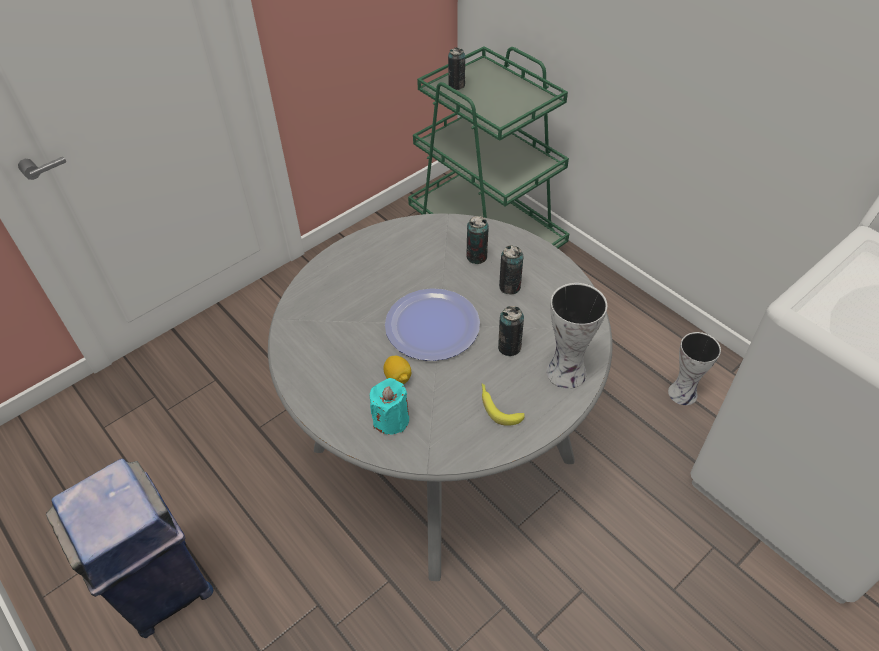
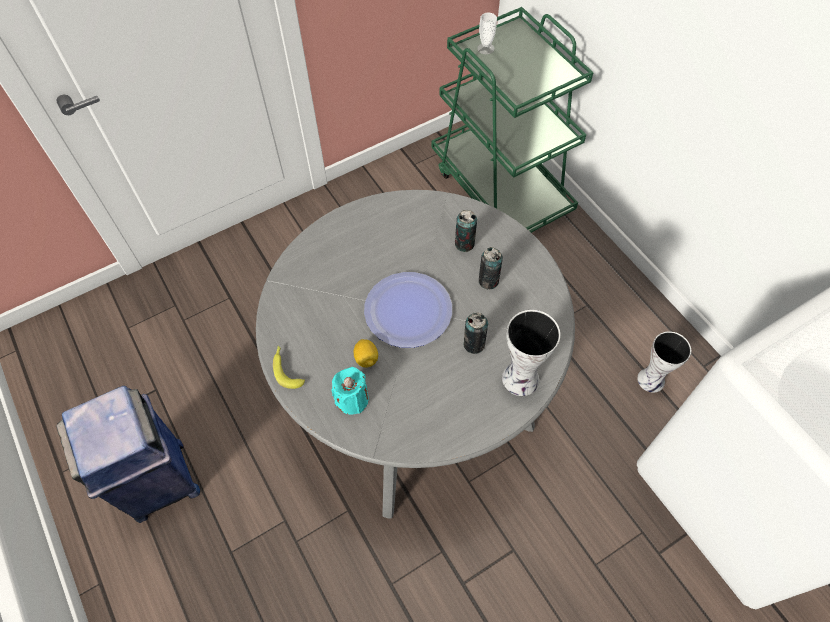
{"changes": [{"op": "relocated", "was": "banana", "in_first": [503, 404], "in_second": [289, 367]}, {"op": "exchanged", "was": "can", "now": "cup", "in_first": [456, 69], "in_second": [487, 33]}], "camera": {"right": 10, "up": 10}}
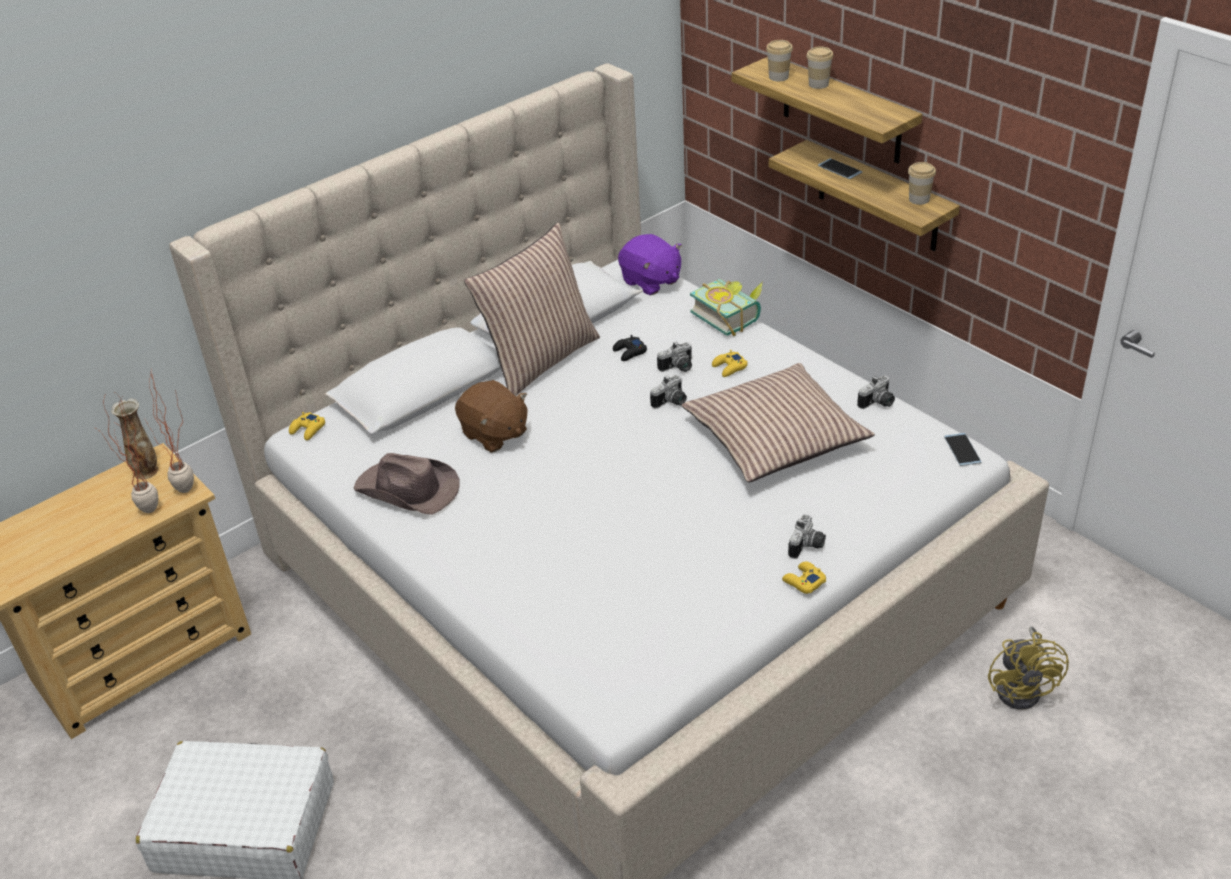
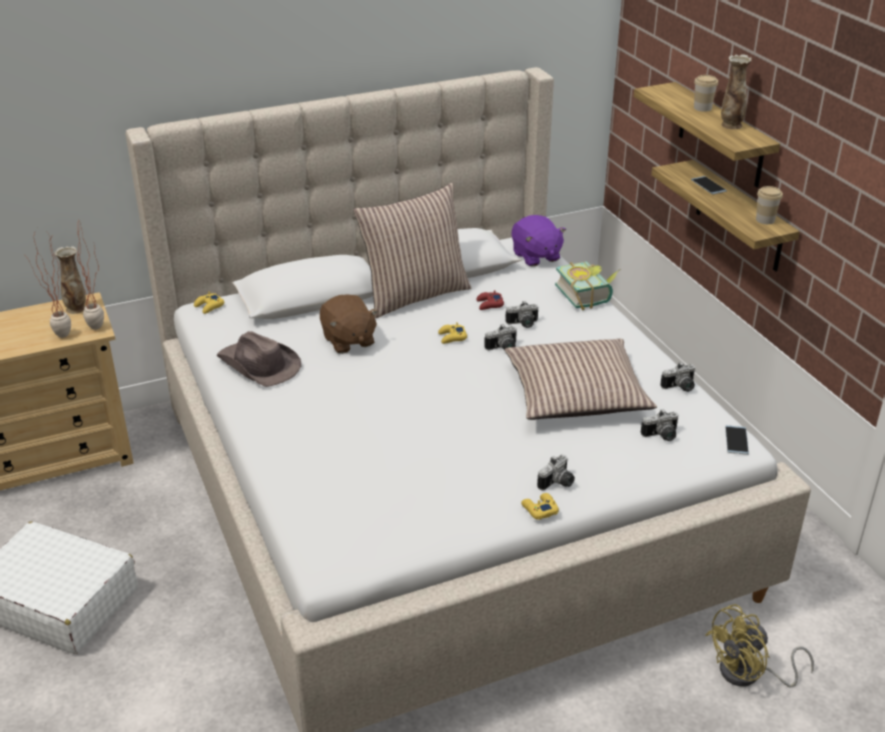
{"changes": [{"op": "relocated", "was": "yellow game controller", "in_first": [730, 363], "in_second": [452, 333]}, {"op": "colour", "was": "black game controller", "now": "red game controller", "in_first": [630, 348], "in_second": [490, 300]}, {"op": "appeared", "now": "photo camera", "in_second": [659, 425]}, {"op": "spun", "was": "yellow fan", "in_first": [1028, 668], "in_second": [759, 645], "clockwise": 45}, {"op": "appeared", "now": "vase", "in_second": [736, 91]}, {"op": "missing", "was": "cup", "in_first": [779, 60]}], "camera": {"right": 15, "up": -5}}
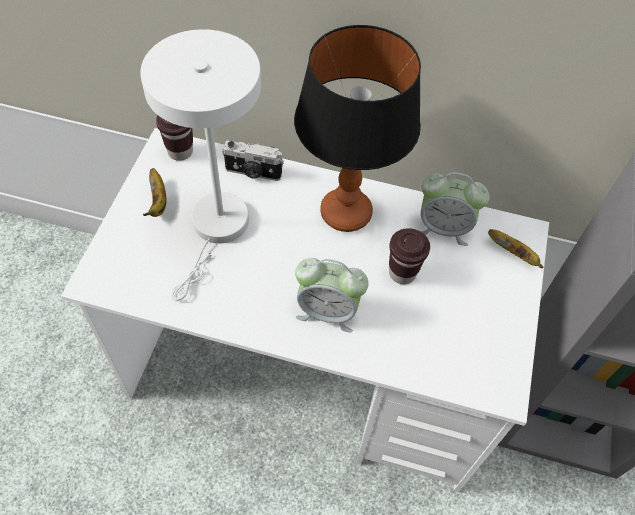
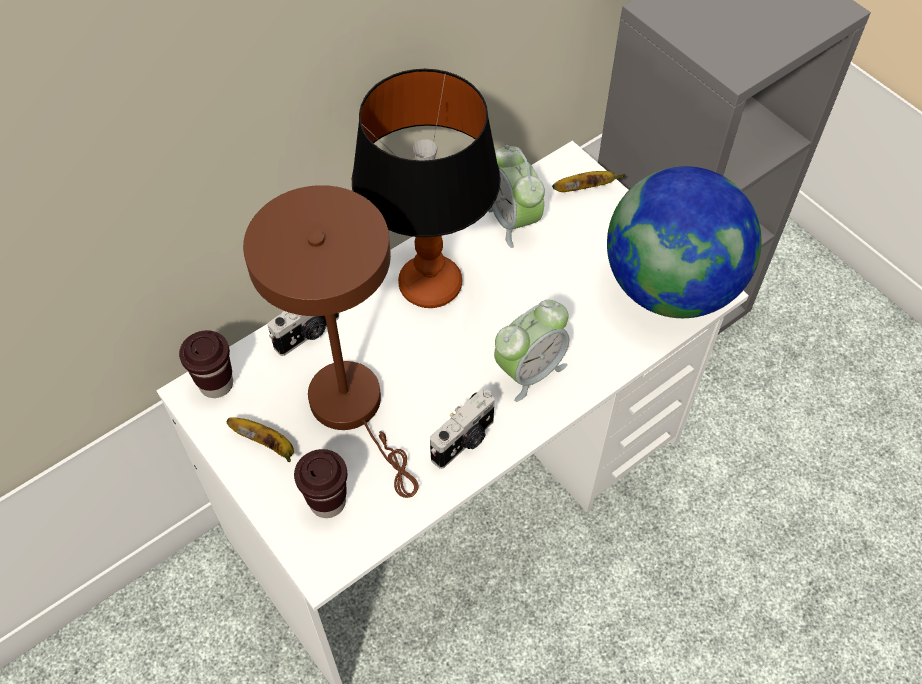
{"changes": [{"op": "colour", "was": "white table lamp", "now": "brown table lamp", "in_first": [200, 164], "in_second": [331, 341]}, {"op": "relocated", "was": "brown cup", "in_first": [409, 256], "in_second": [320, 483]}, {"op": "appeared", "now": "photo camera", "in_second": [462, 429]}, {"op": "spun", "was": "alarm clock", "in_first": [455, 209], "in_second": [516, 196], "clockwise": 105}, {"op": "appeared", "now": "globe", "in_second": [684, 242]}], "camera": {"right": -50, "up": 0}}
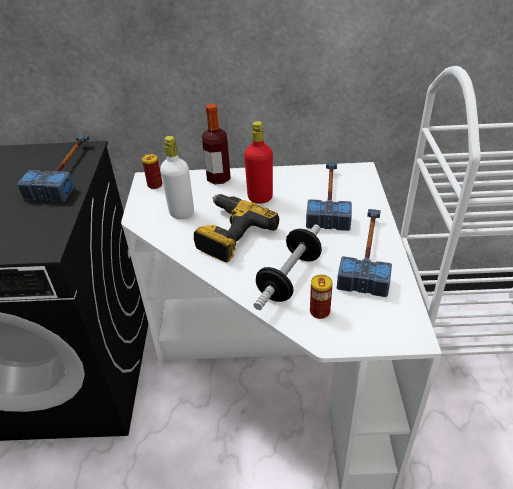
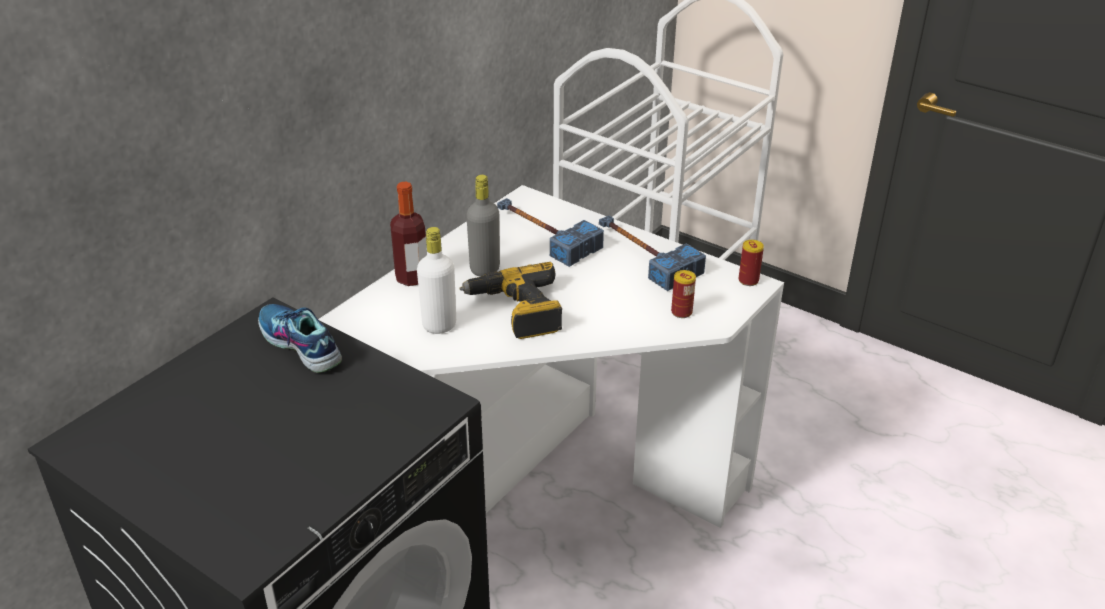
{"changes": [{"op": "exchanged", "was": "hammer", "now": "shoe", "in_first": [53, 168], "in_second": [300, 338]}, {"op": "colour", "was": "red bottle", "now": "grey bottle", "in_first": [258, 162], "in_second": [483, 226]}, {"op": "relocated", "was": "can", "in_first": [152, 171], "in_second": [751, 263]}, {"op": "missing", "was": "dumbbell", "in_first": [288, 267]}], "camera": {"right": -55, "up": -5}}
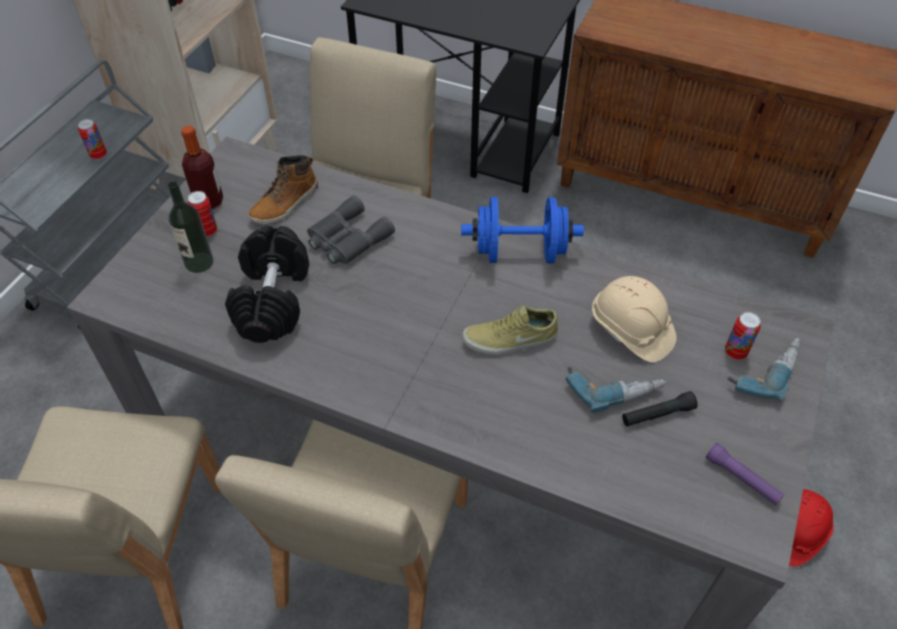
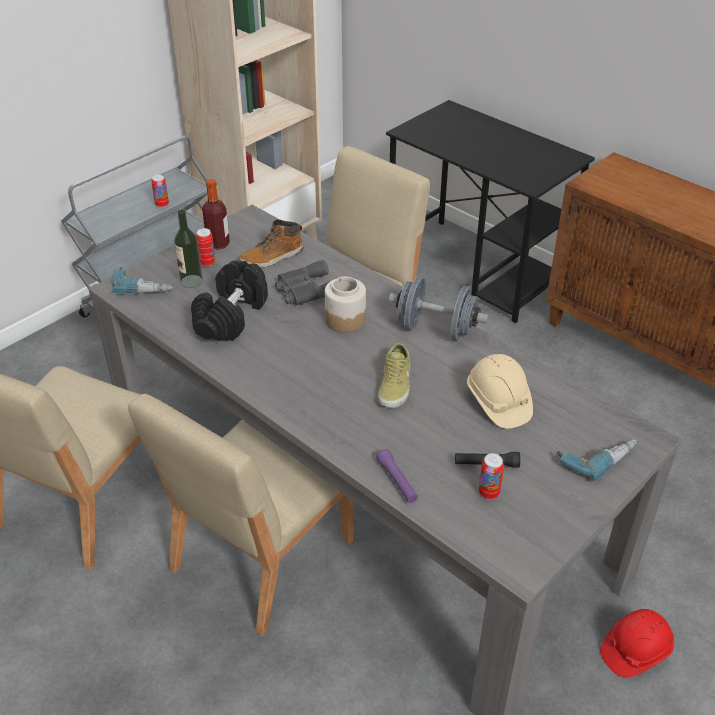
{"changes": [{"op": "relocated", "was": "power drill", "in_first": [616, 390], "in_second": [143, 280]}, {"op": "appeared", "now": "jar", "in_second": [345, 304]}, {"op": "relocated", "was": "purple flashlight", "in_first": [745, 474], "in_second": [397, 476]}, {"op": "spun", "was": "beige shoe", "in_first": [510, 330], "in_second": [394, 375], "clockwise": -90}, {"op": "colour", "was": "blue dumbbell", "now": "grey dumbbell", "in_first": [522, 230], "in_second": [439, 308]}, {"op": "relocated", "was": "can", "in_first": [743, 336], "in_second": [491, 476]}], "camera": {"right": 20, "up": -10}}
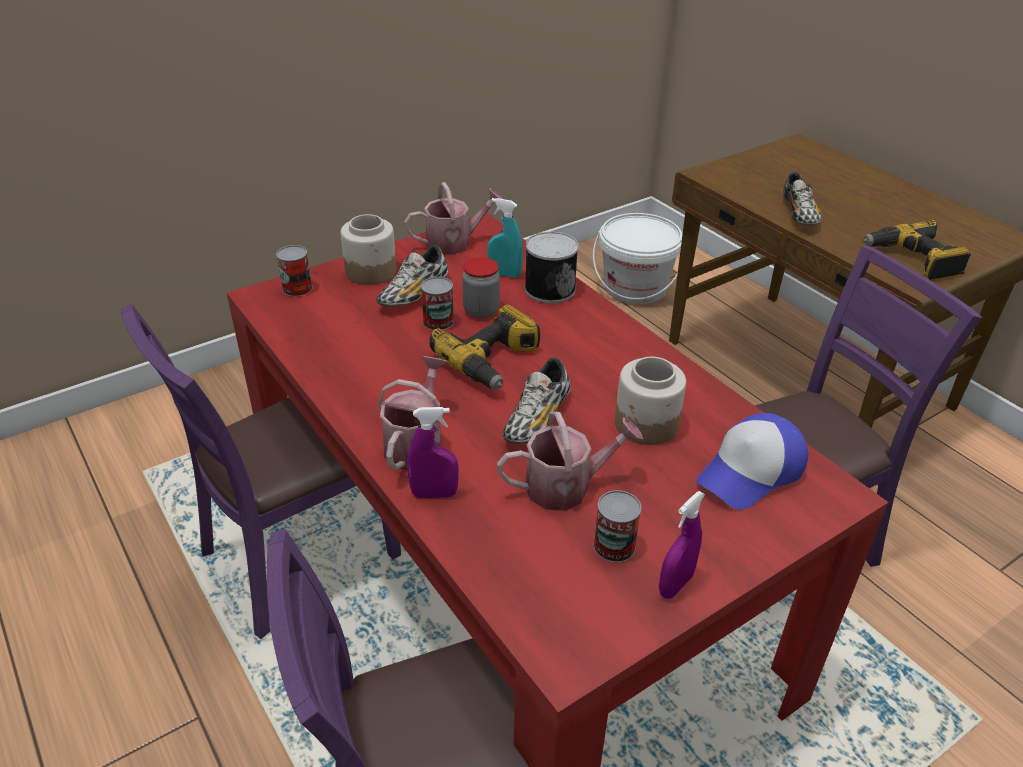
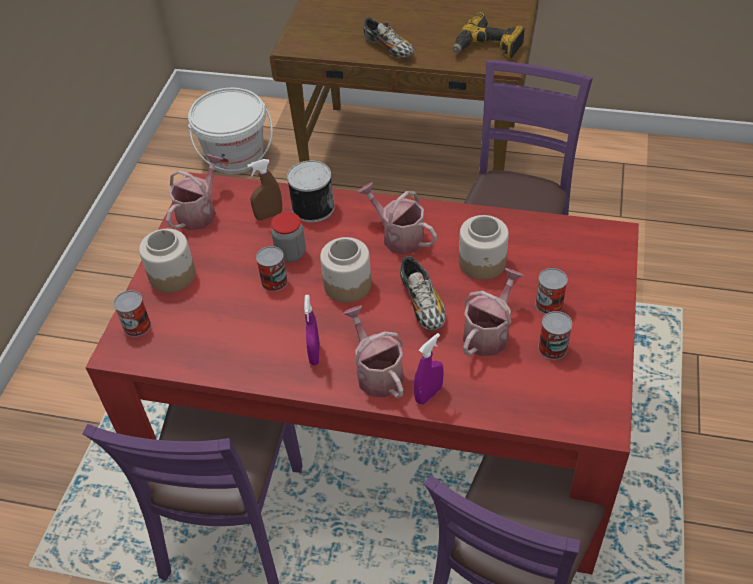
{"changes": [{"op": "colour", "was": "turquoise spray bottle", "now": "brown spray bottle", "in_first": [505, 238], "in_second": [264, 189]}, {"op": "relocated", "was": "purple spray bottle", "in_first": [682, 545], "in_second": [312, 330]}, {"op": "exchanged", "was": "power drill", "now": "jar", "in_first": [484, 347], "in_second": [345, 270]}, {"op": "appeared", "now": "watering can", "in_second": [397, 218]}, {"op": "appeared", "now": "can", "in_second": [551, 291]}, {"op": "missing", "was": "shoe", "in_first": [412, 276]}, {"op": "missing", "was": "cap", "in_first": [752, 461]}], "camera": {"right": -40, "up": 10}}
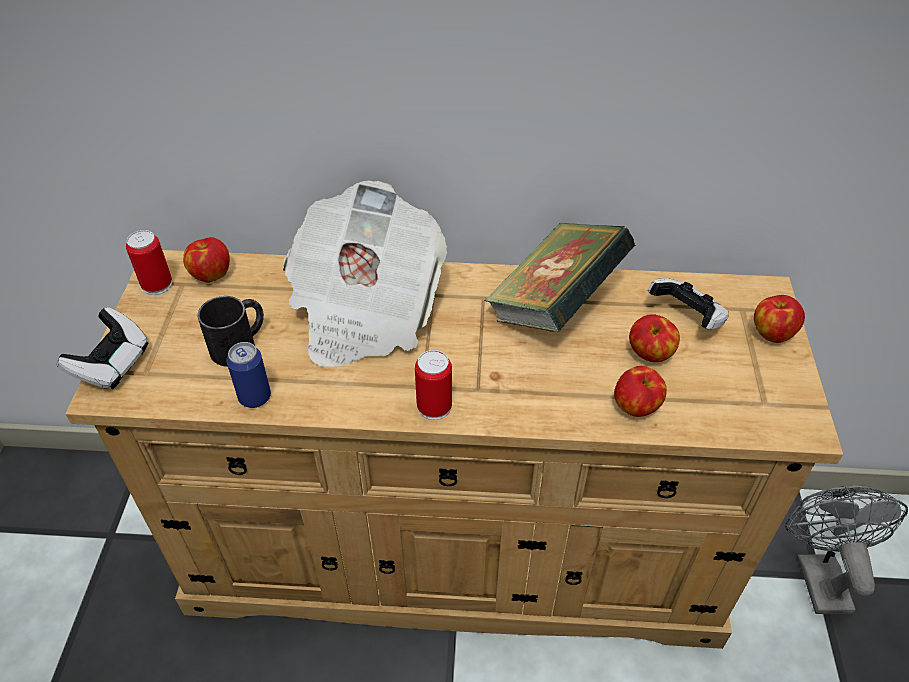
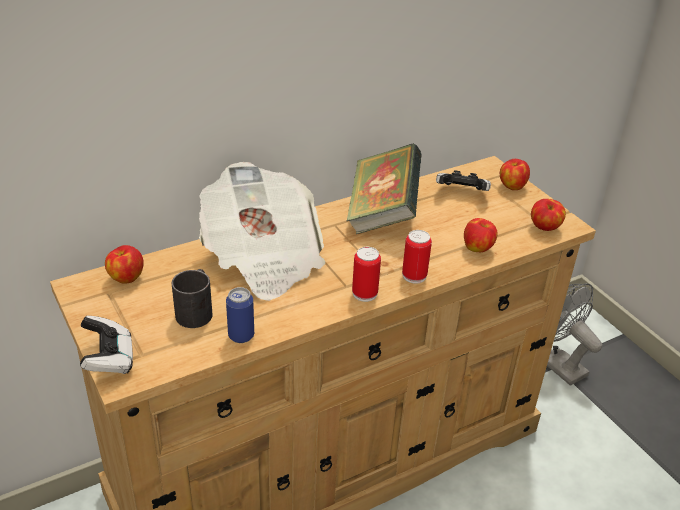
{"changes": [{"op": "relocated", "was": "can", "in_first": [149, 262], "in_second": [417, 256]}, {"op": "relocated", "was": "apple", "in_first": [654, 338], "in_second": [548, 215]}], "camera": {"right": -35, "up": -10}}
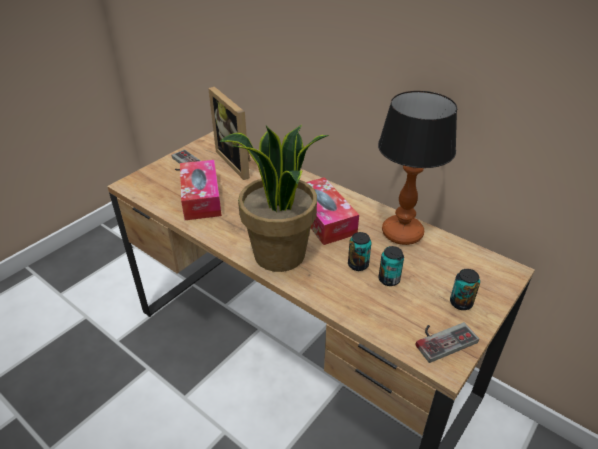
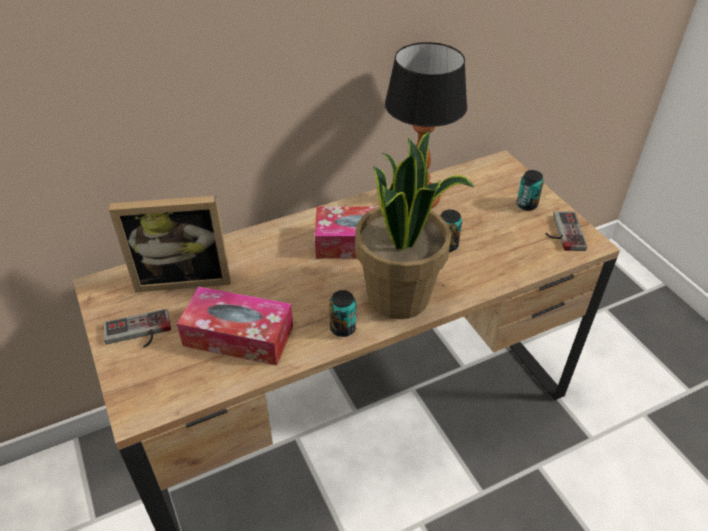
{"changes": [{"op": "relocated", "was": "can", "in_first": [391, 266], "in_second": [342, 313]}], "camera": {"right": -65, "up": 5}}
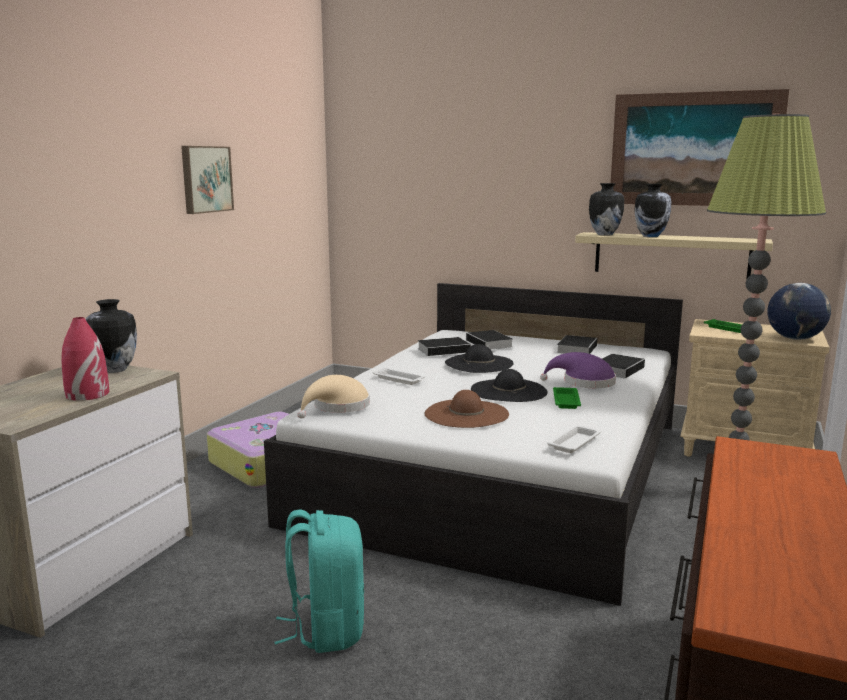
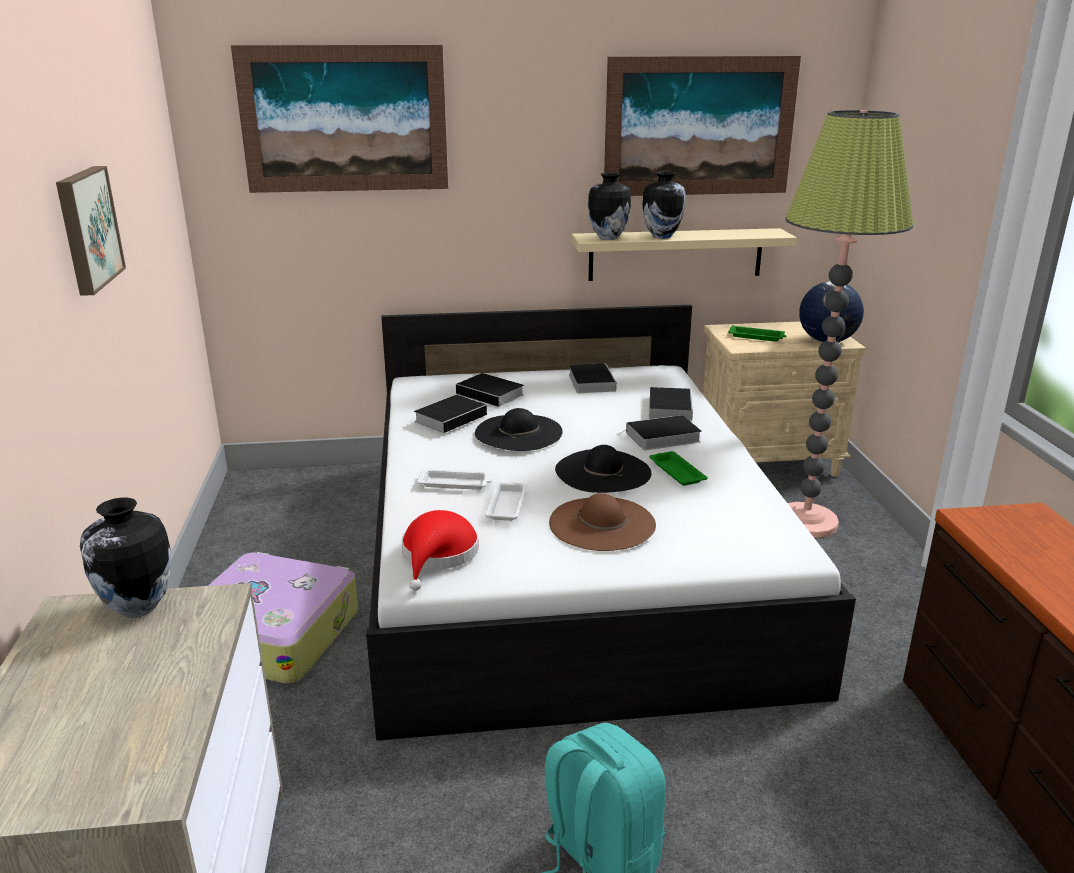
{"changes": [{"op": "appeared", "now": "picture", "in_second": [339, 119]}, {"op": "colour", "was": "beige hat", "now": "red hat", "in_first": [333, 397], "in_second": [440, 550]}, {"op": "relocated", "was": "white tray", "in_first": [574, 439], "in_second": [506, 501]}, {"op": "exchanged", "was": "purple hat", "now": "book", "in_first": [578, 370], "in_second": [659, 432]}, {"op": "missing", "was": "red vase", "in_first": [85, 359]}], "camera": {"right": -30, "up": 10}}
